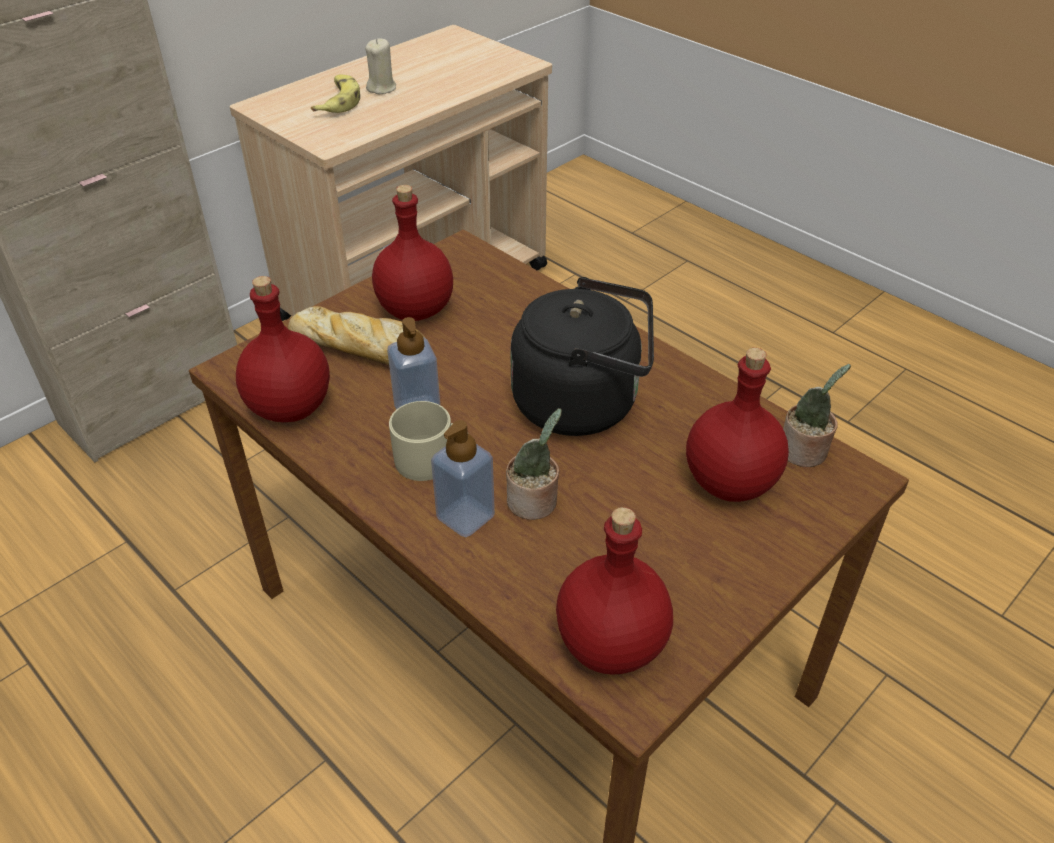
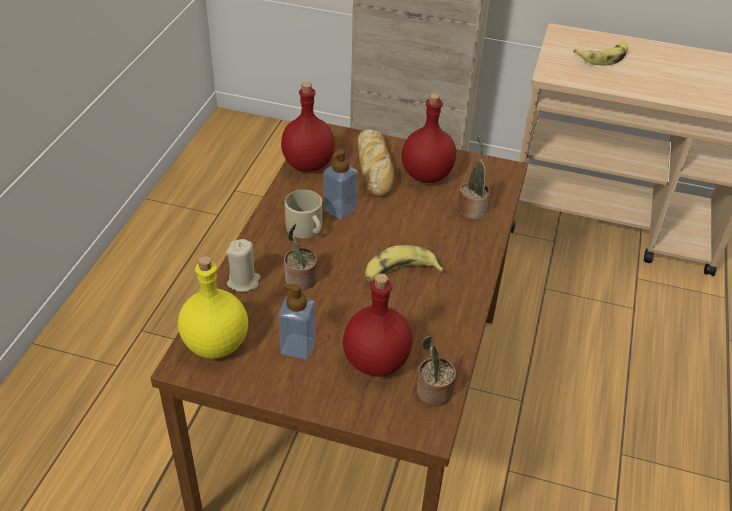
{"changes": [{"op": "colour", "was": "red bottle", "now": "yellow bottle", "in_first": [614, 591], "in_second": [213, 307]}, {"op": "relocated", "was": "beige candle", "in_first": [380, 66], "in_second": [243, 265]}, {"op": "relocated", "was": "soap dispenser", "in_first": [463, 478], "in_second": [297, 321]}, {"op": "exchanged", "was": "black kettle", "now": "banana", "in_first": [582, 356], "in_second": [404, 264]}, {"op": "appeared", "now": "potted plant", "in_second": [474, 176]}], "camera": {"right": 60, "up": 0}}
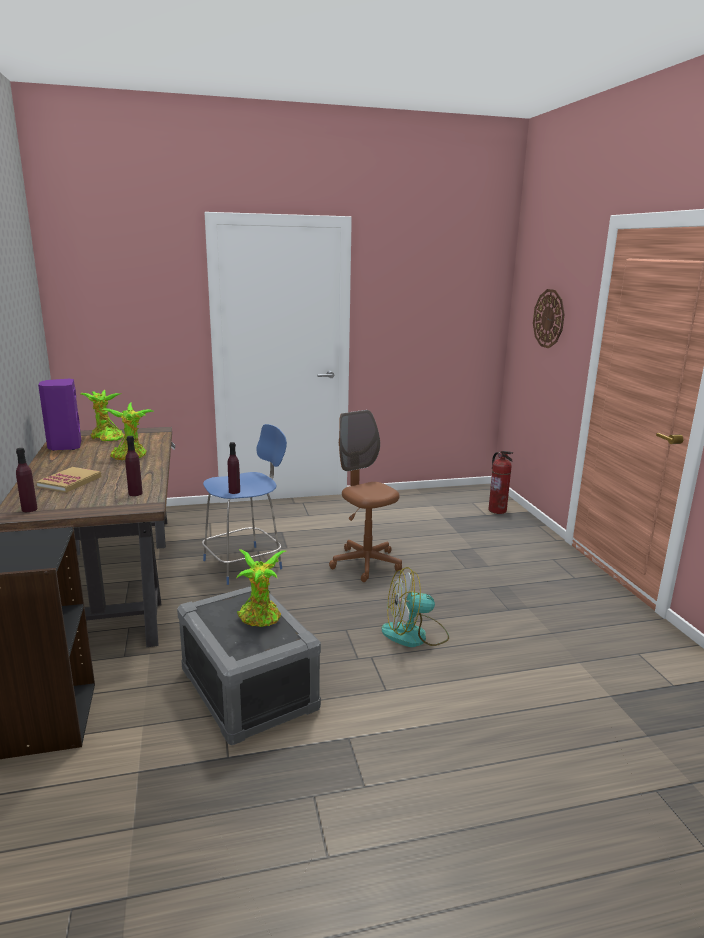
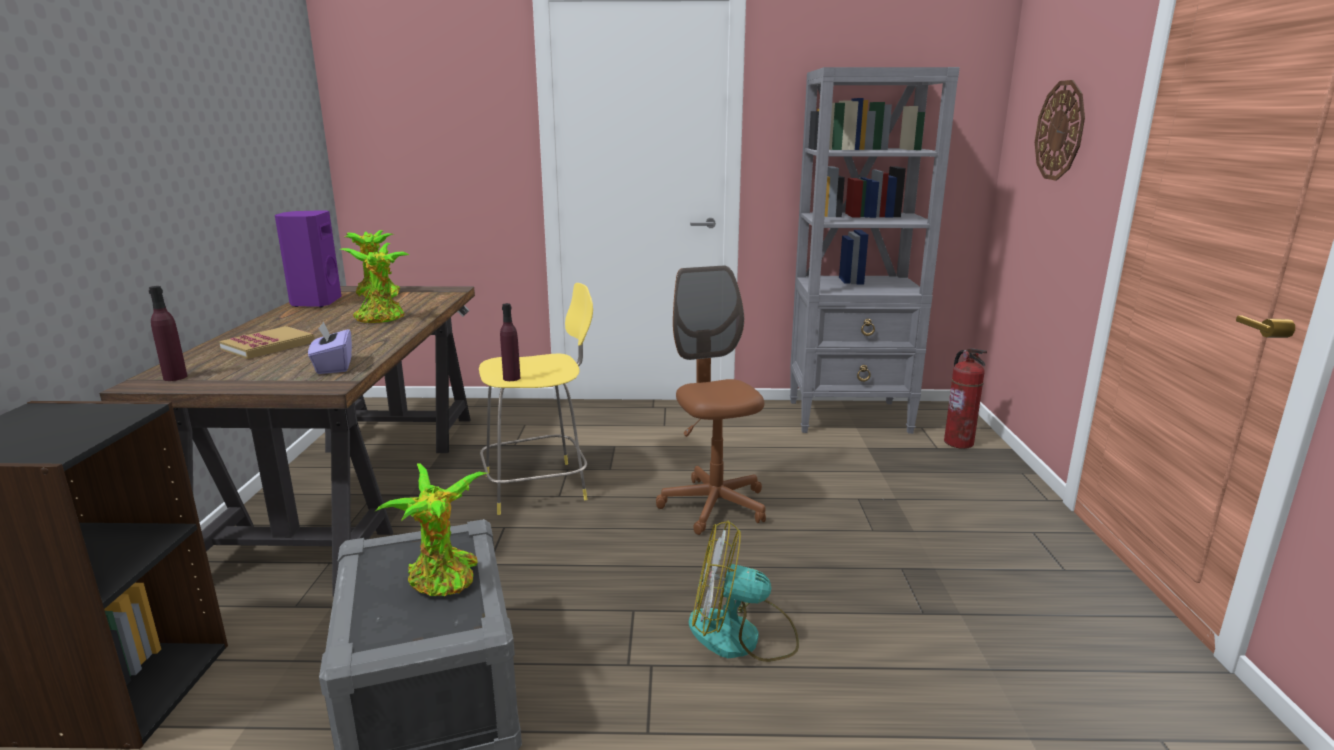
{"changes": [{"op": "exchanged", "was": "purple bottle", "now": "purple tissue box", "in_first": [134, 466], "in_second": [330, 348]}, {"op": "colour", "was": "blue stool", "now": "yellow stool", "in_first": [244, 504], "in_second": [536, 399]}, {"op": "appeared", "now": "grey bookcase", "in_second": [875, 250]}], "camera": {"right": 15, "up": 0}}
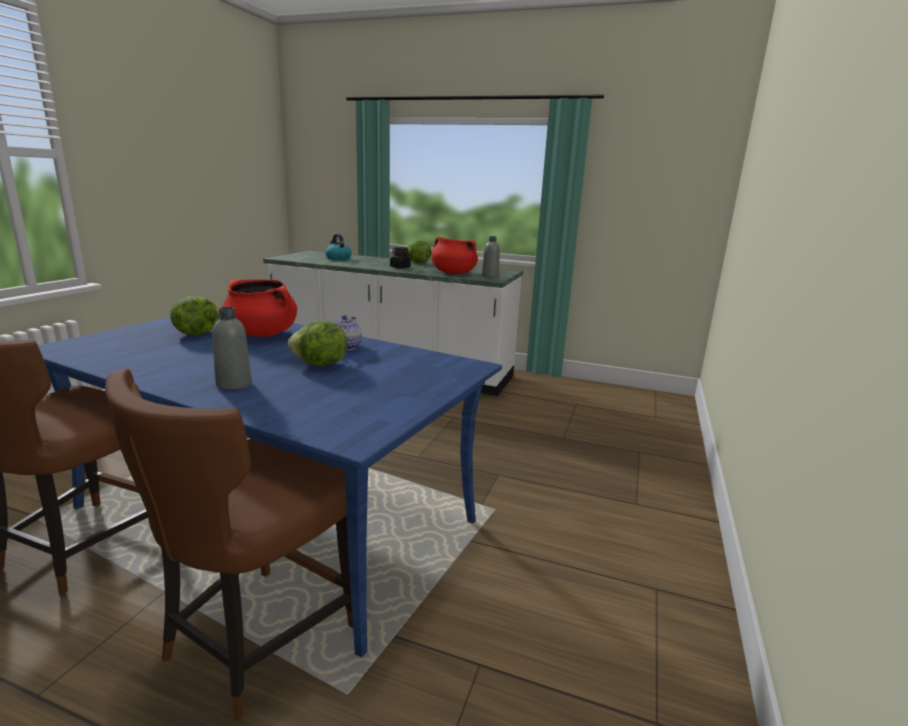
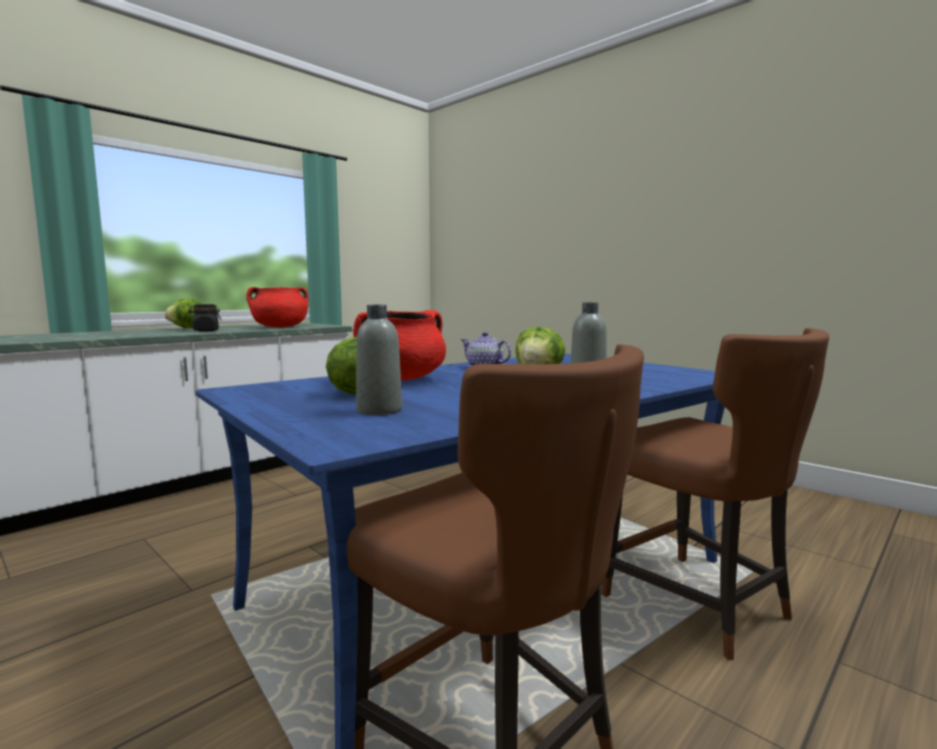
{"changes": [{"op": "relocated", "was": "grey bottle", "in_first": [491, 257], "in_second": [379, 360]}, {"op": "missing", "was": "kettle", "in_first": [338, 247]}], "camera": {"right": -65, "up": -10}}
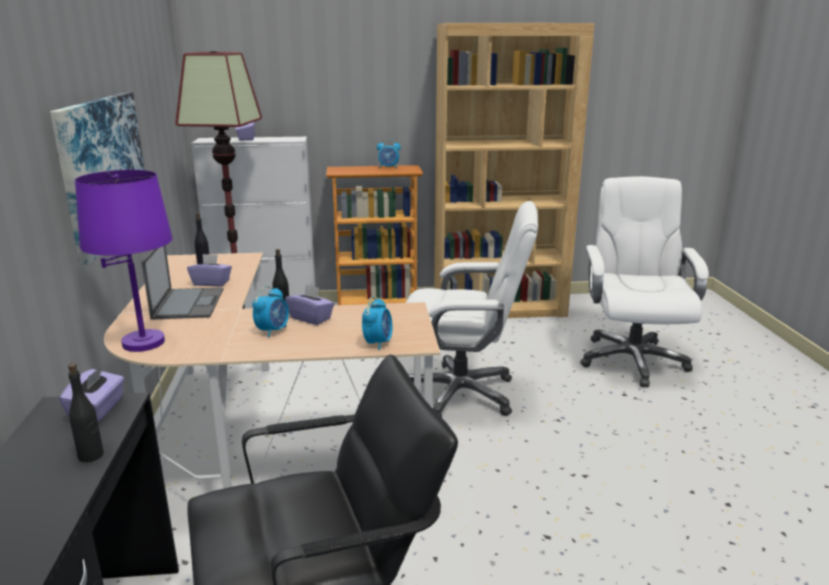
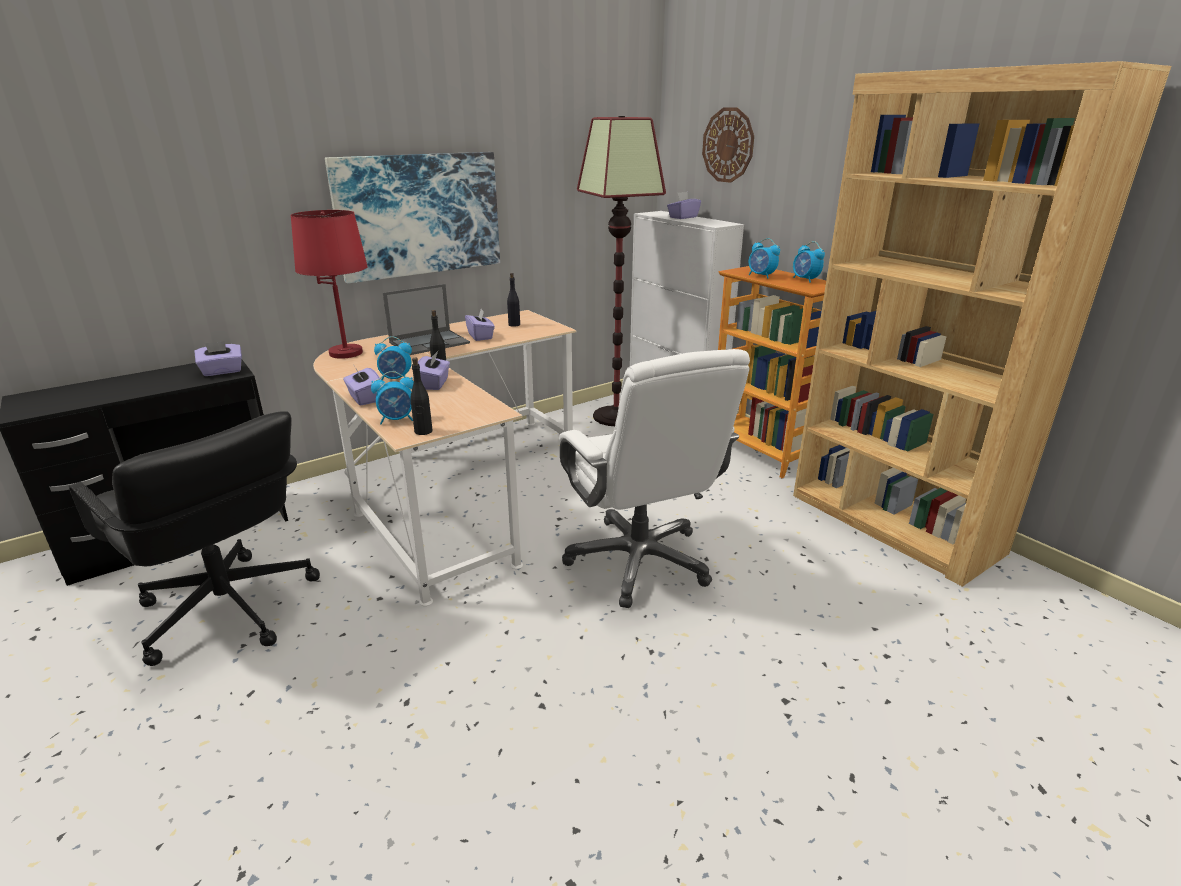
{"changes": [{"op": "colour", "was": "purple table lamp", "now": "red table lamp", "in_first": [124, 261], "in_second": [329, 284]}, {"op": "appeared", "now": "purple tissue box", "in_second": [362, 385]}, {"op": "relocated", "was": "black bottle", "in_first": [86, 412], "in_second": [421, 396]}, {"op": "appeared", "now": "wall clock", "in_second": [728, 145]}, {"op": "appeared", "now": "alarm clock", "in_second": [764, 258]}, {"op": "missing", "was": "white office chair", "in_first": [644, 281]}], "camera": {"right": 60, "up": 5}}
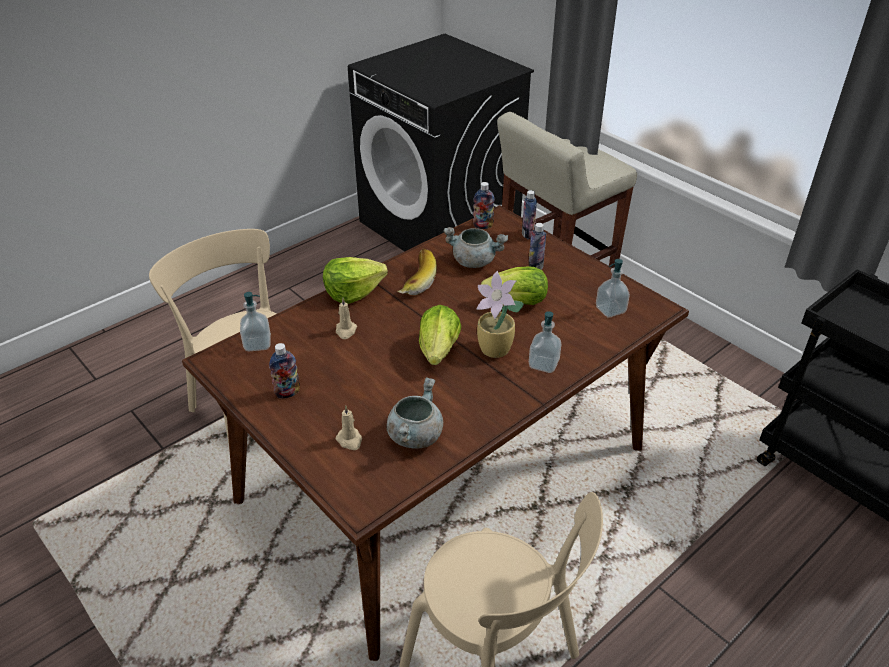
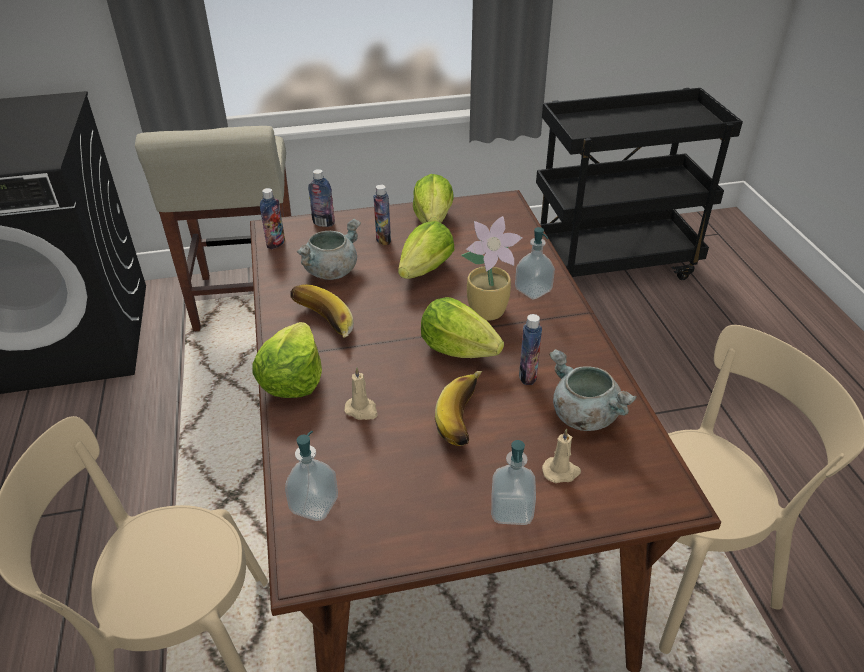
{"changes": [{"op": "appeared", "now": "lettuce", "in_second": [433, 198]}, {"op": "appeared", "now": "banana", "in_second": [458, 408]}, {"op": "relocated", "was": "soap dispenser", "in_first": [613, 288], "in_second": [513, 482]}, {"op": "relocated", "was": "bottle", "in_first": [284, 370], "in_second": [530, 349]}], "camera": {"right": -60, "up": 0}}
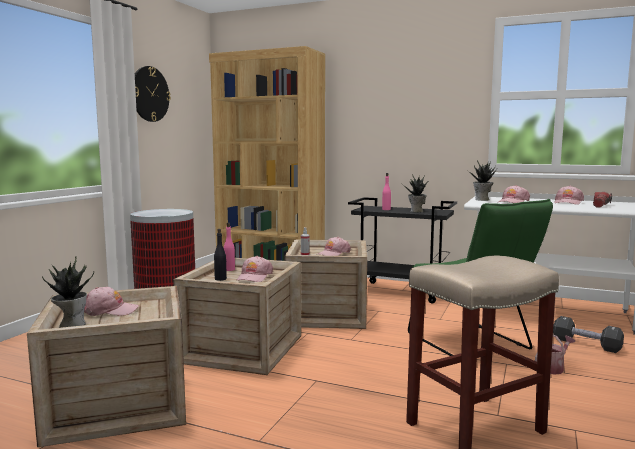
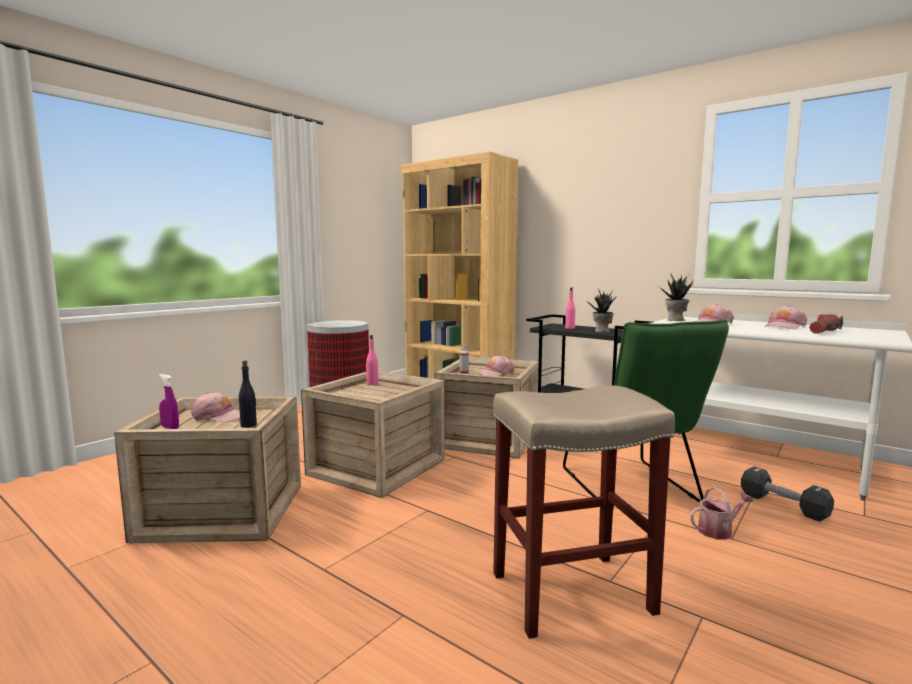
{"changes": [{"op": "exchanged", "was": "potted plant", "now": "purple spray bottle", "in_first": [68, 292], "in_second": [169, 401]}, {"op": "relocated", "was": "black bottle", "in_first": [220, 255], "in_second": [248, 394]}, {"op": "missing", "was": "wall clock", "in_first": [153, 94]}, {"op": "missing", "was": "pink cap", "in_first": [255, 269]}], "camera": {"right": 15, "up": 0}}
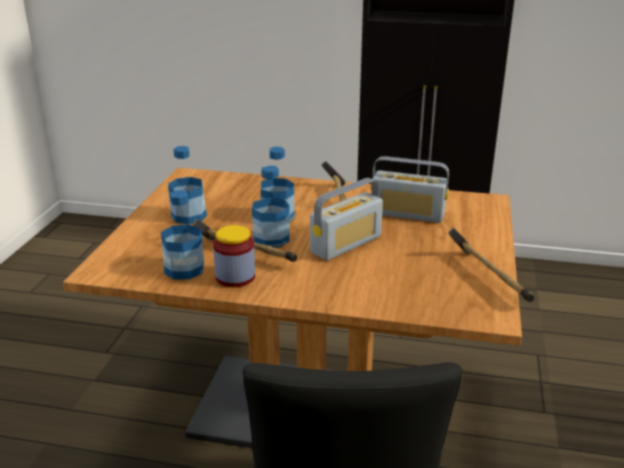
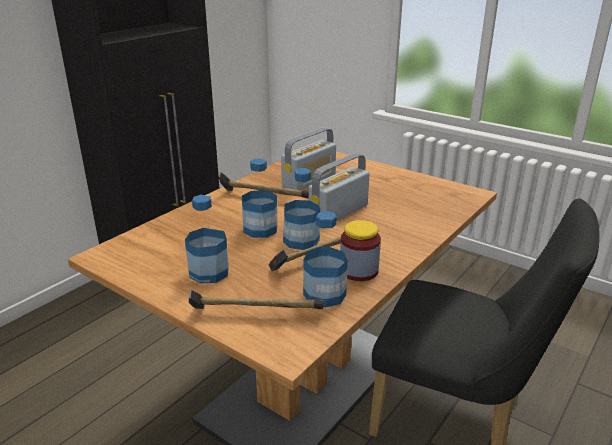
{"changes": [{"op": "relocated", "was": "hammer", "in_first": [491, 265], "in_second": [256, 299]}, {"op": "spun", "was": "radio", "in_first": [346, 219], "in_second": [339, 187], "clockwise": -120}], "camera": {"right": -65, "up": 0}}
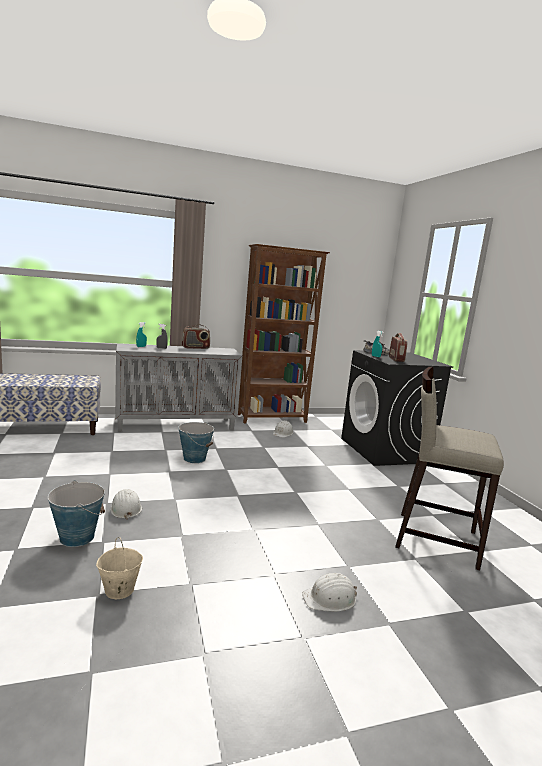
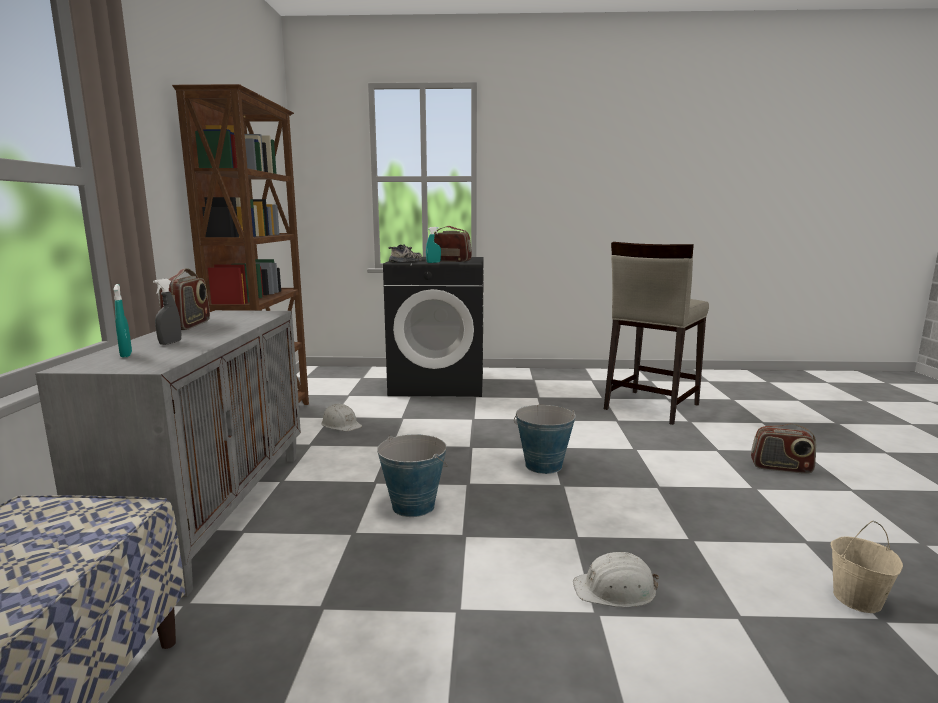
{"changes": [{"op": "relocated", "was": "bucket", "in_first": [76, 513], "in_second": [545, 439]}, {"op": "exchanged", "was": "white hard hat", "now": "radio", "in_first": [329, 592], "in_second": [783, 448]}], "camera": {"right": -70, "up": 0}}
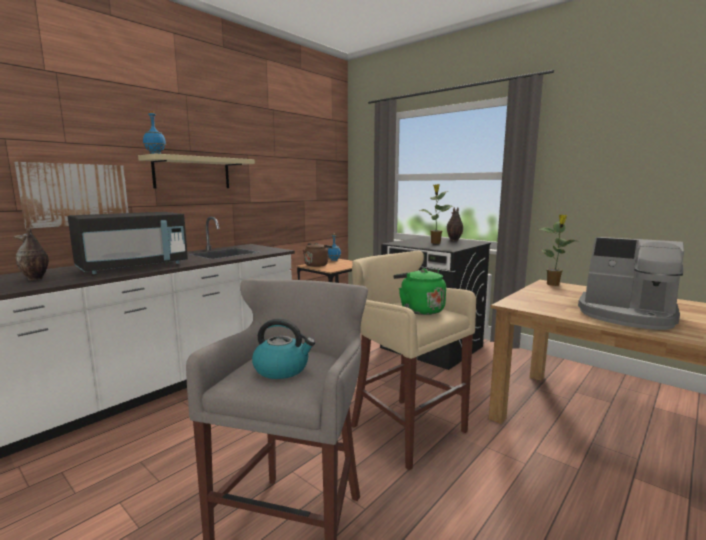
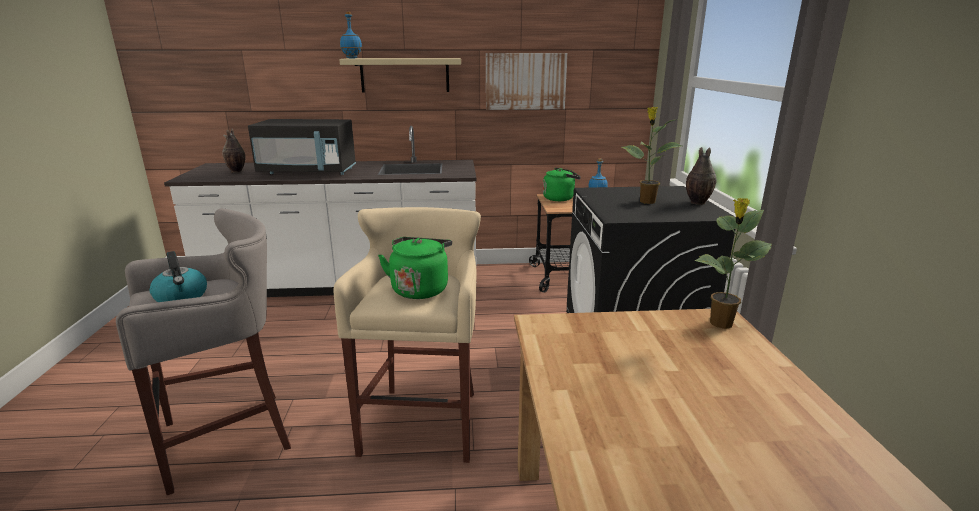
{"changes": [{"op": "relocated", "was": "picture", "in_first": [72, 195], "in_second": [527, 81]}, {"op": "colour", "was": "brown kettle", "now": "green kettle", "in_first": [317, 255], "in_second": [562, 184]}, {"op": "missing", "was": "coffee machine", "in_first": [631, 283]}], "camera": {"right": 45, "up": 10}}
